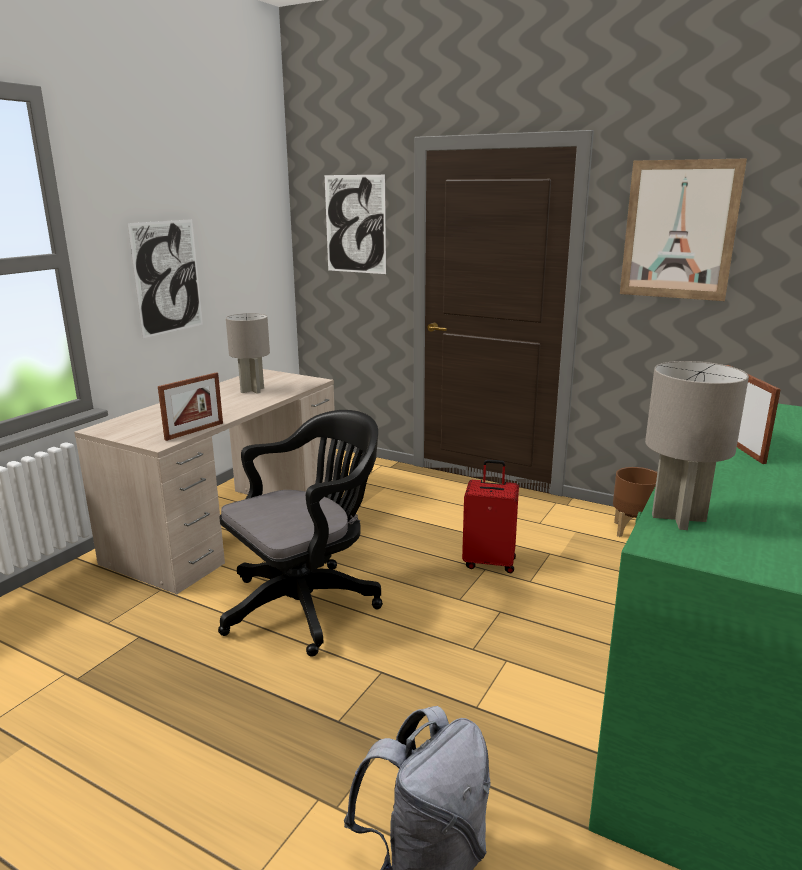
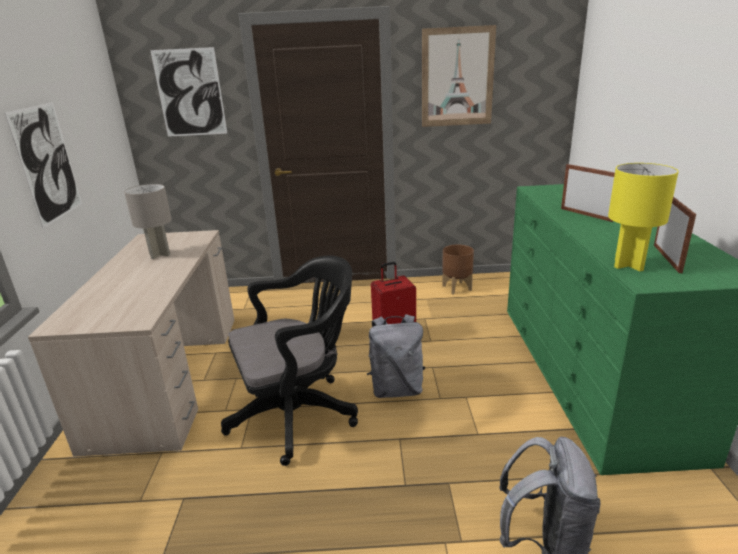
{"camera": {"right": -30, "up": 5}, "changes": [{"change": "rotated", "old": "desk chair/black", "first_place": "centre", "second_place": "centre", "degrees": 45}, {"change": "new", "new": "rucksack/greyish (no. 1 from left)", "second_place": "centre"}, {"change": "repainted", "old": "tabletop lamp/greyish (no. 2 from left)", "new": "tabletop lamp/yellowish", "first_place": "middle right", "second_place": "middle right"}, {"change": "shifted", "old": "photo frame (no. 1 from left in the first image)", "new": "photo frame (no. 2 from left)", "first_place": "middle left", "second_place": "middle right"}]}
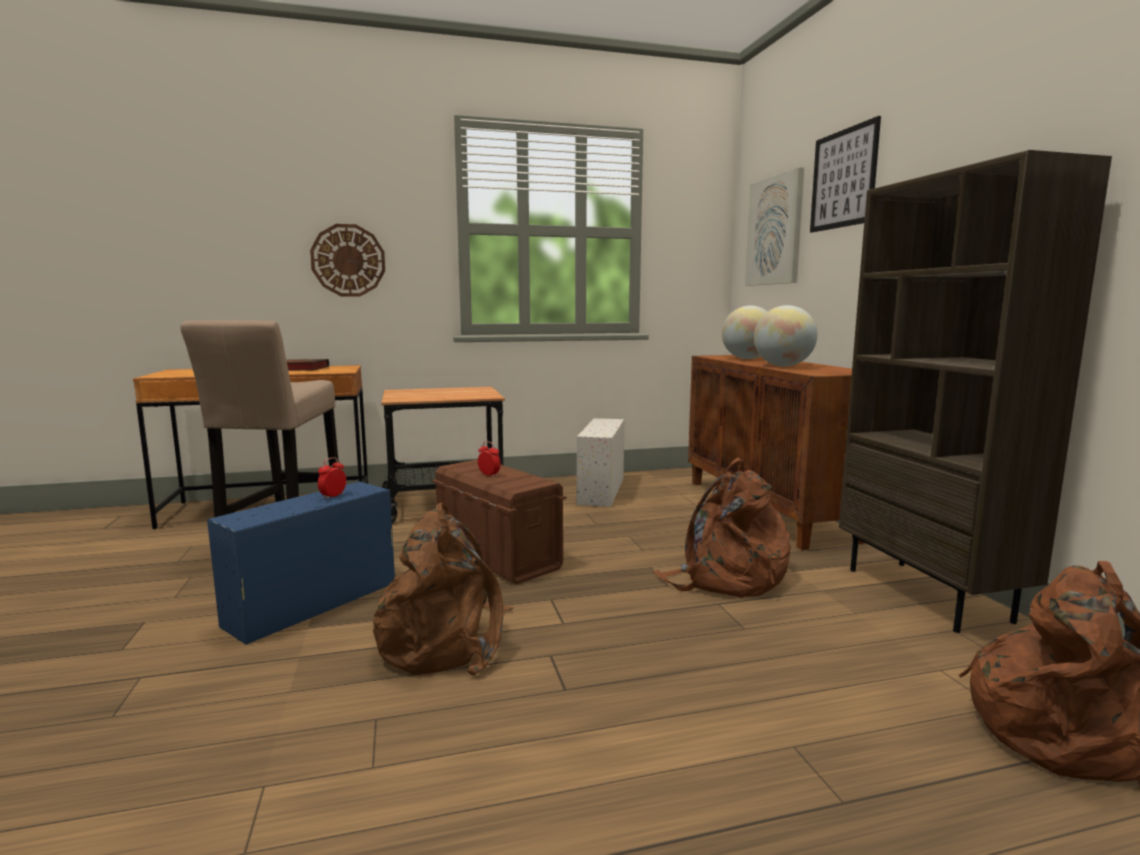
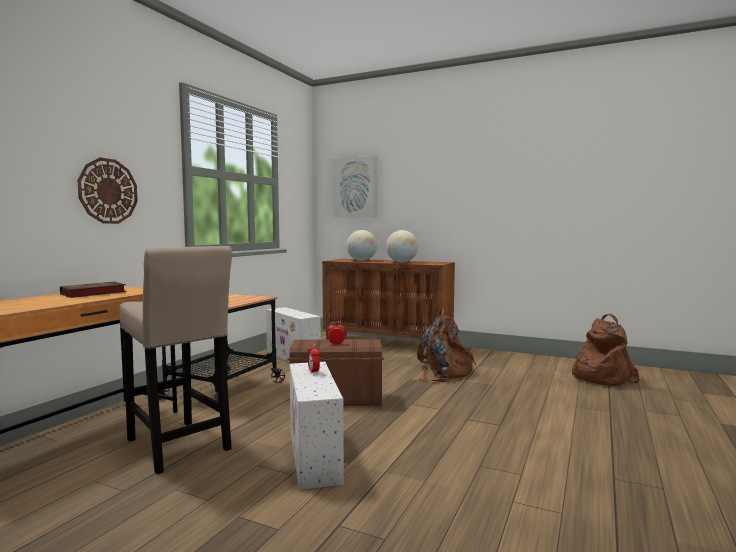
{"camera": {"right": -50, "up": -5}, "changes": [{"change": "repainted", "old": "storage bin/blue", "new": "storage bin/white-coloured (no. 2 from left)", "first_place": "middle left", "second_place": "bottom centre"}, {"change": "gone", "old": "rucksack/brown (no. 1 from left)", "first_place": "bottom centre"}, {"change": "gone", "old": "wall art (no. 2 from left)", "first_place": "top right"}, {"change": "gone", "old": "bookcase/brown", "first_place": "middle right"}]}
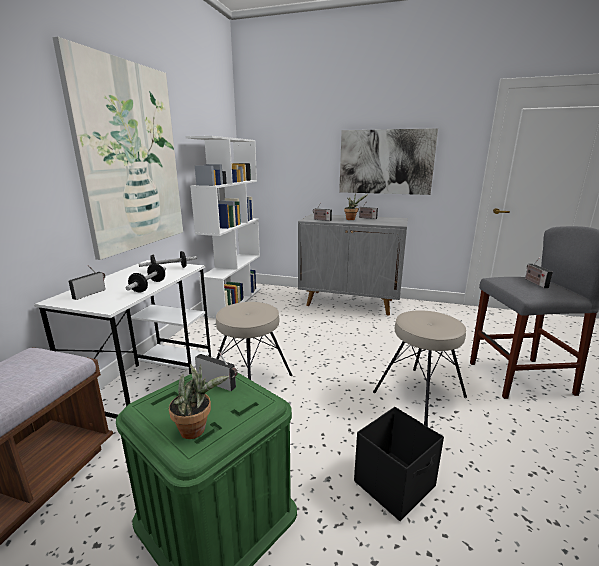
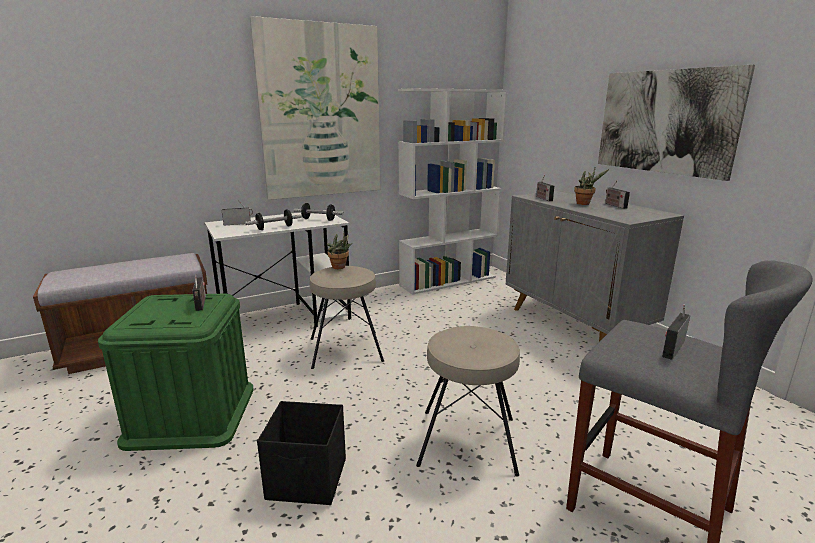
{"camera": {"right": 45, "up": 0}, "changes": [{"change": "shifted", "old": "plant in a pot (no. 1 from left)", "first_place": "bottom left", "second_place": "centre"}]}
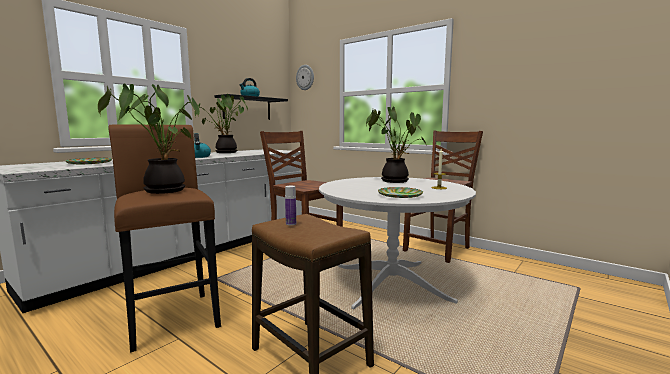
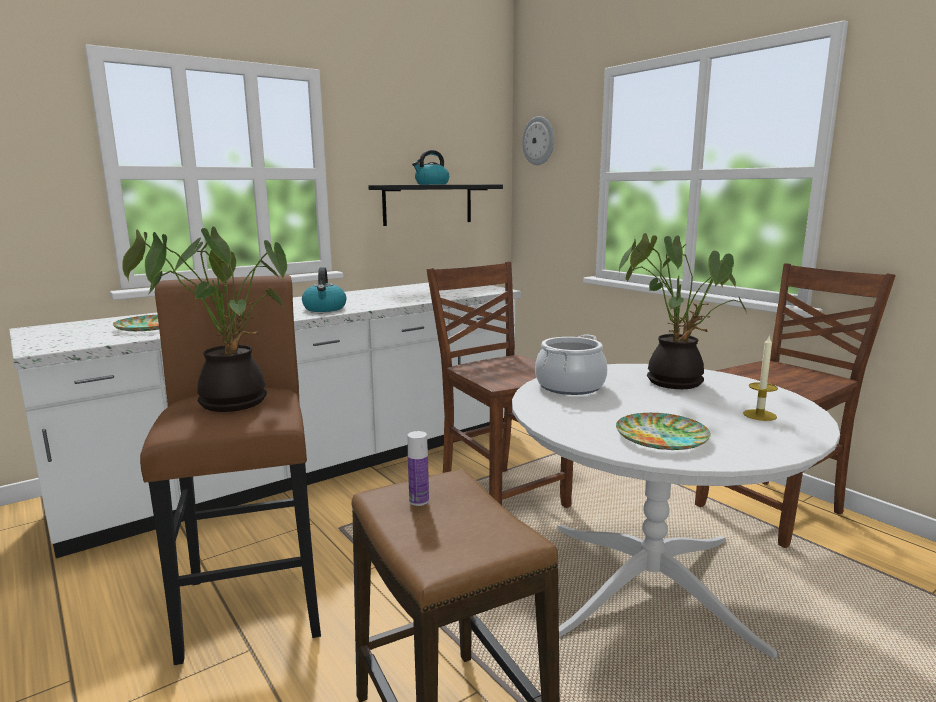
{"camera": {"right": 15, "up": 5}, "changes": [{"change": "new", "new": "saucepot", "second_place": "centre"}, {"change": "gone", "old": "plant in a pot (no. 2 from left)", "first_place": "top left"}]}
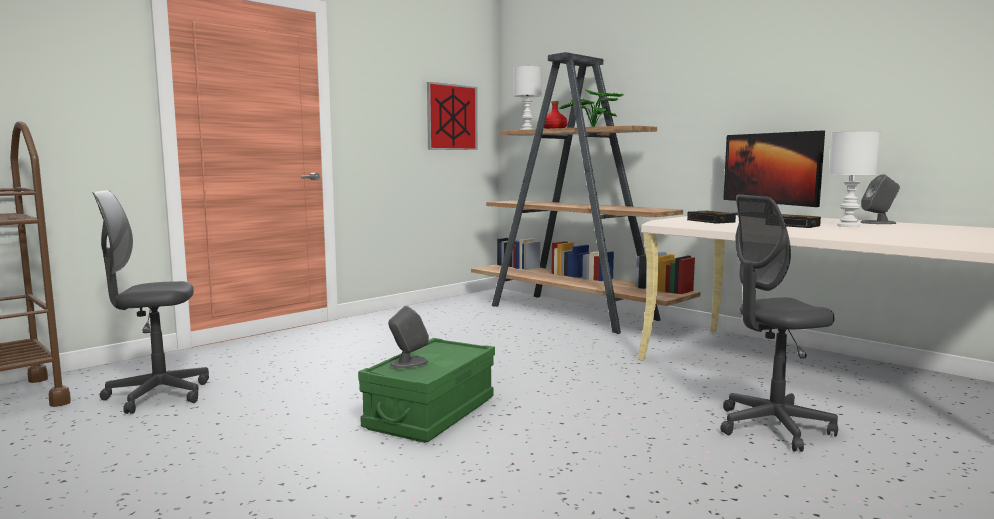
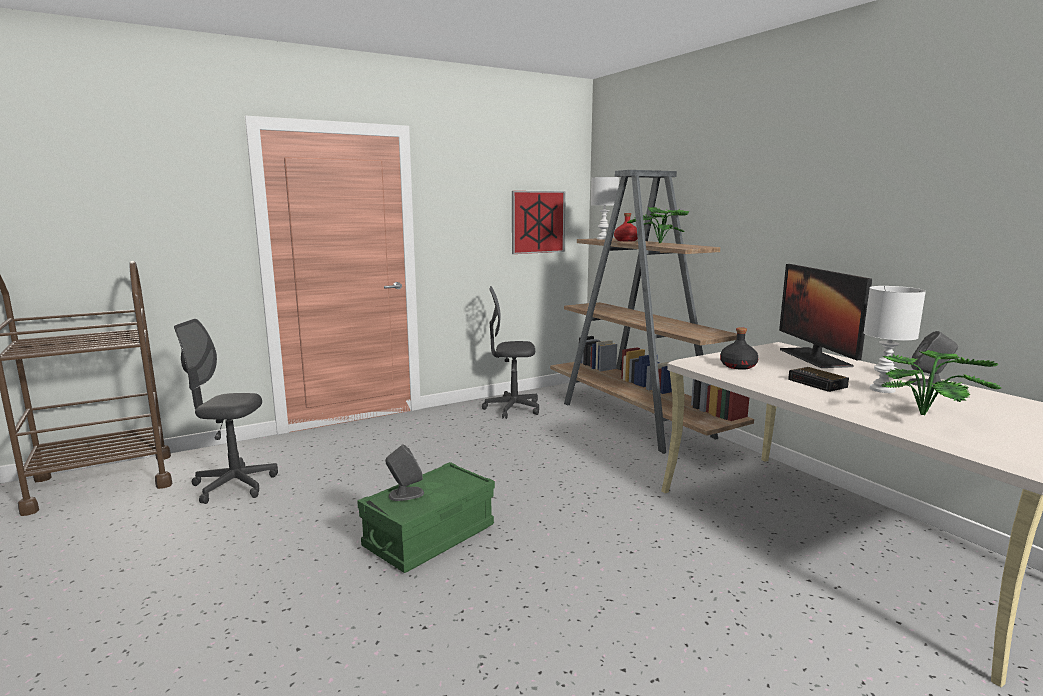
{"camera": {"right": 15, "up": 5}, "changes": [{"change": "shifted", "old": "desk chair/greyish (no. 2 from left)", "first_place": "middle right", "second_place": "centre"}, {"change": "swapped", "old": "table clock (no. 1 from left)", "new": "drink bottle/black", "first_place": "middle right", "second_place": "middle right"}, {"change": "new", "new": "plant in a pot (no. 2 from left)", "second_place": "middle right"}]}
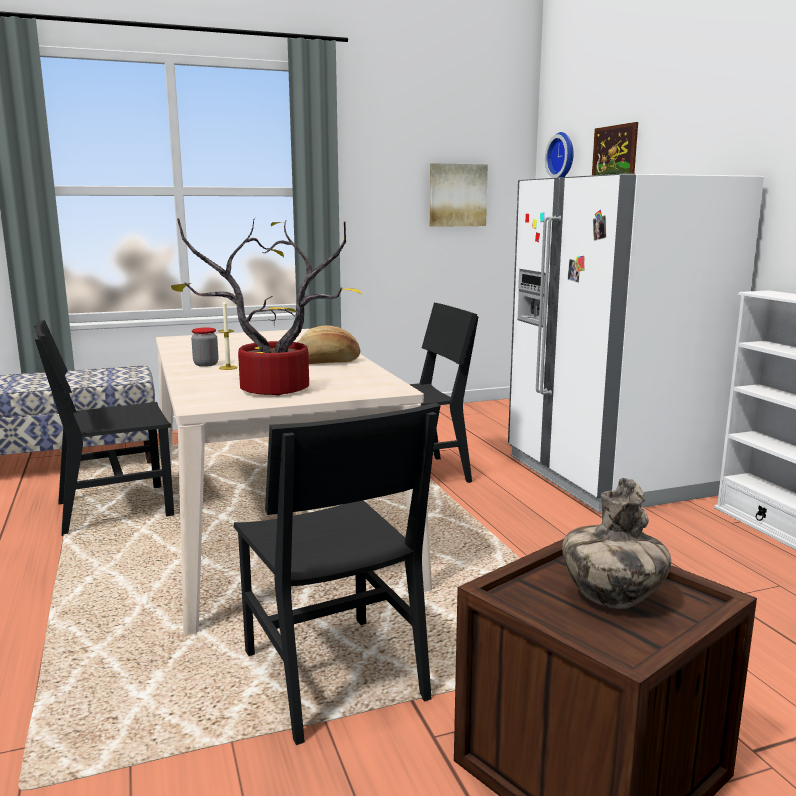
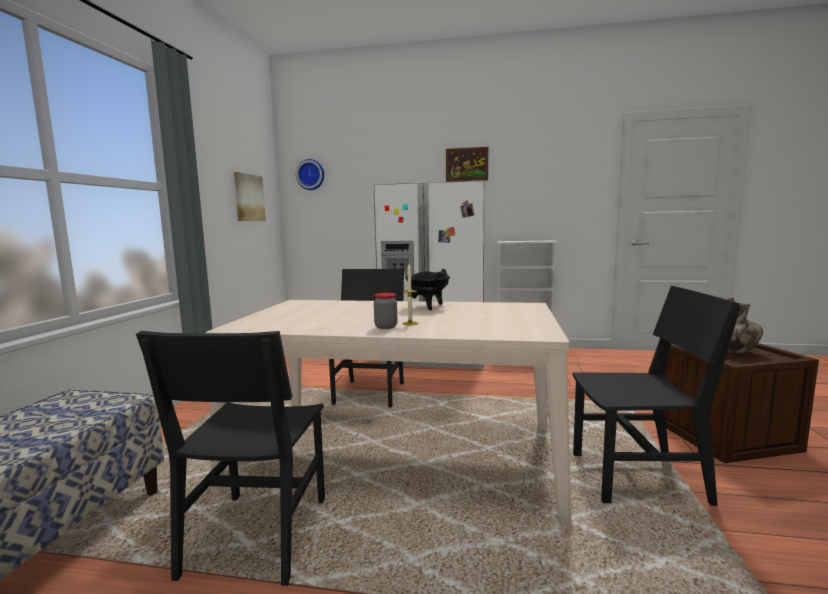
{"camera": {"right": -60, "up": -5}, "changes": [{"change": "swapped", "old": "baked bread", "new": "saucepot/black", "first_place": "centre", "second_place": "centre"}, {"change": "shifted", "old": "wall art (no. 2 from left)", "first_place": "top right", "second_place": "top centre"}, {"change": "gone", "old": "plant in a pot", "first_place": "centre"}]}
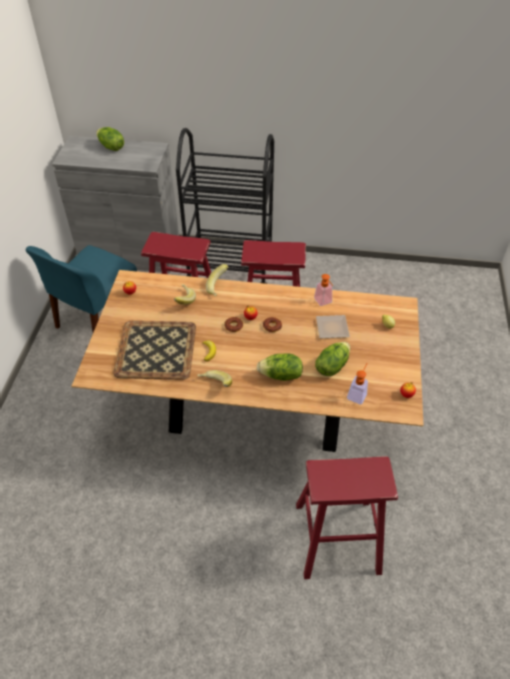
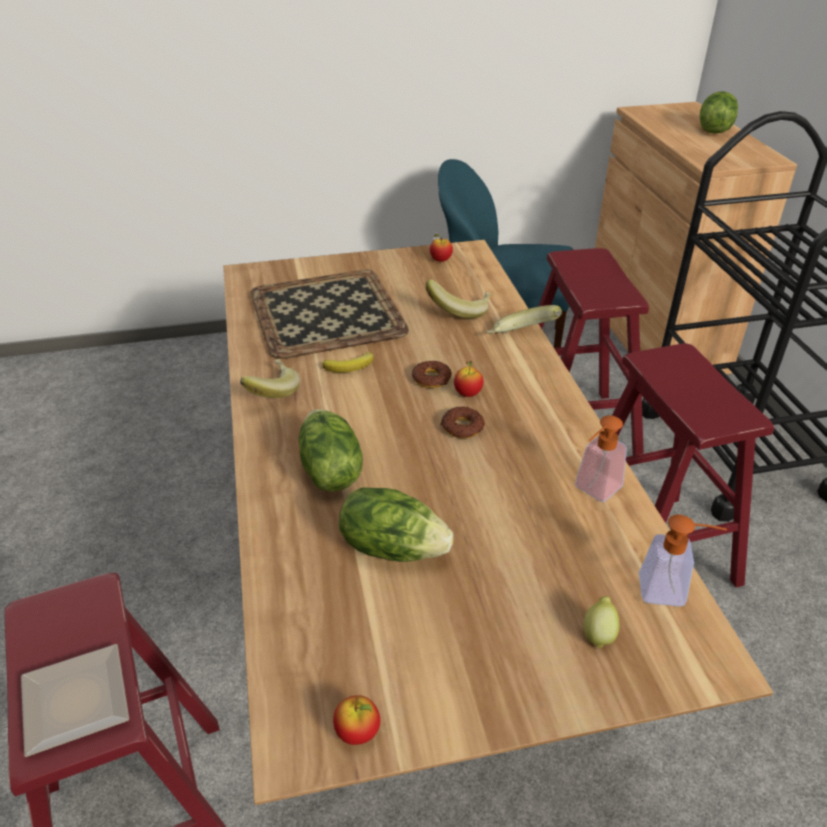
{"camera": {"right": 70, "up": -10}, "changes": [{"change": "shifted", "old": "plate", "first_place": "centre", "second_place": "bottom left"}, {"change": "repainted", "old": "cabinet/greyish", "new": "cabinet/brown", "first_place": "top left", "second_place": "top right"}, {"change": "shifted", "old": "soap dispenser (no. 2 from left)", "first_place": "middle right", "second_place": "bottom right"}]}
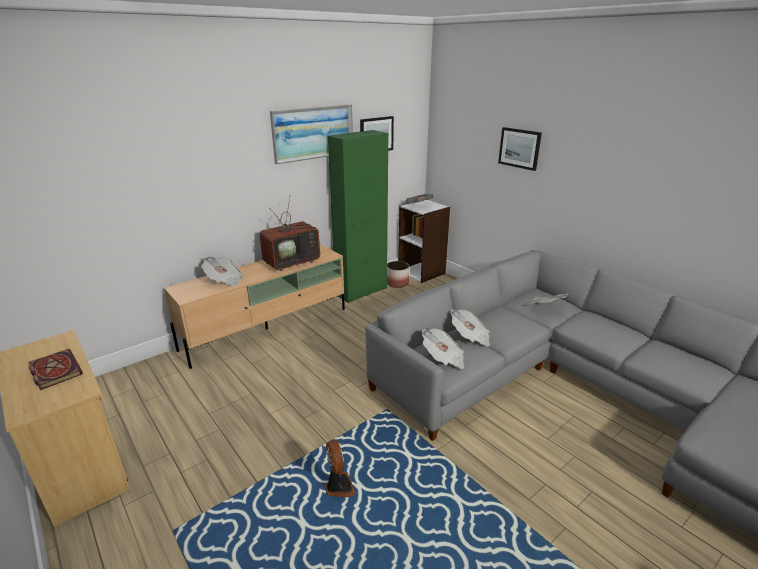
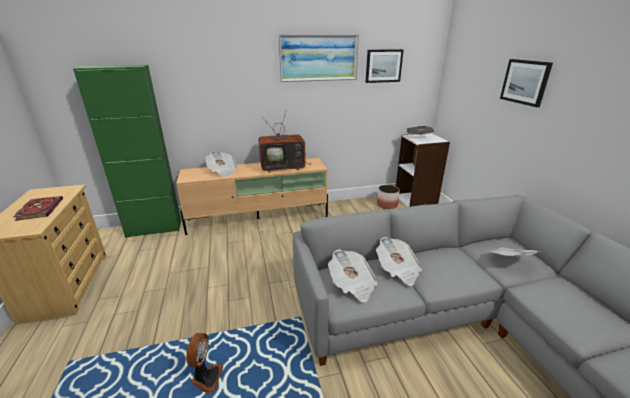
{"camera": {"right": 25, "up": 0}, "changes": [{"change": "shifted", "old": "cabinet/green-coloured", "first_place": "centre", "second_place": "middle left"}]}
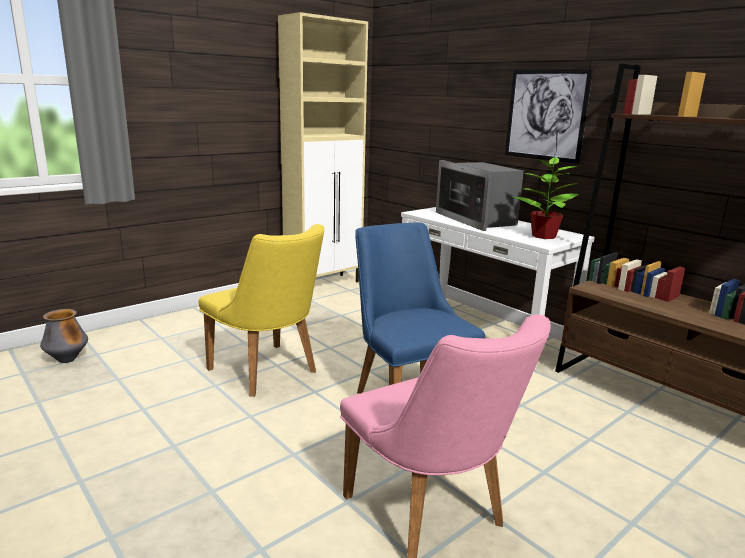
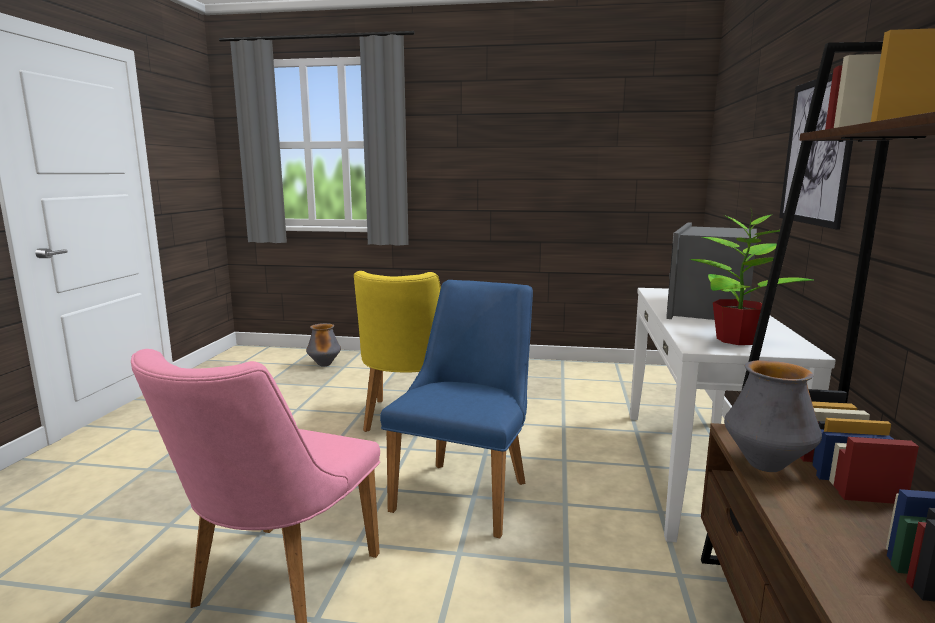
{"camera": {"right": 50, "up": -5}, "changes": [{"change": "new", "new": "decorative vase (no. 2 from left)", "second_place": "bottom right"}, {"change": "gone", "old": "cabinet/beige-coloured", "first_place": "top centre"}]}
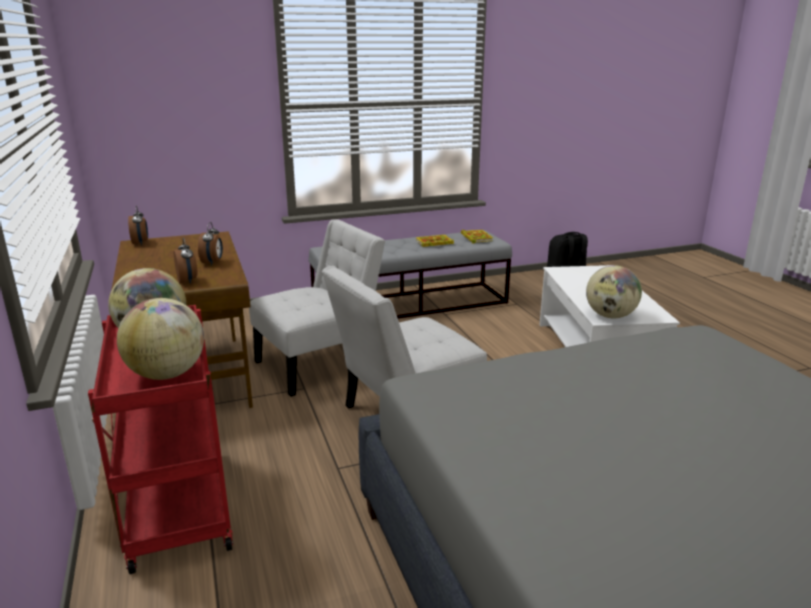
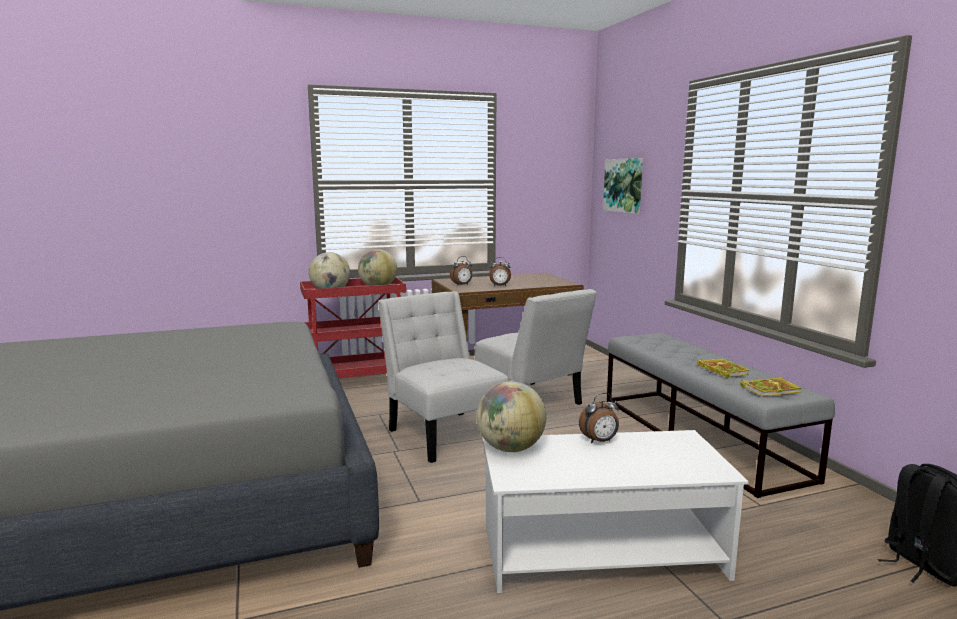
{"camera": {"right": 90, "up": -10}, "changes": [{"change": "shifted", "old": "table clock (no. 1 from left in the first image)", "new": "table clock (no. 3 from left)", "first_place": "middle left", "second_place": "bottom centre"}, {"change": "new", "new": "wall art", "second_place": "top centre"}]}
